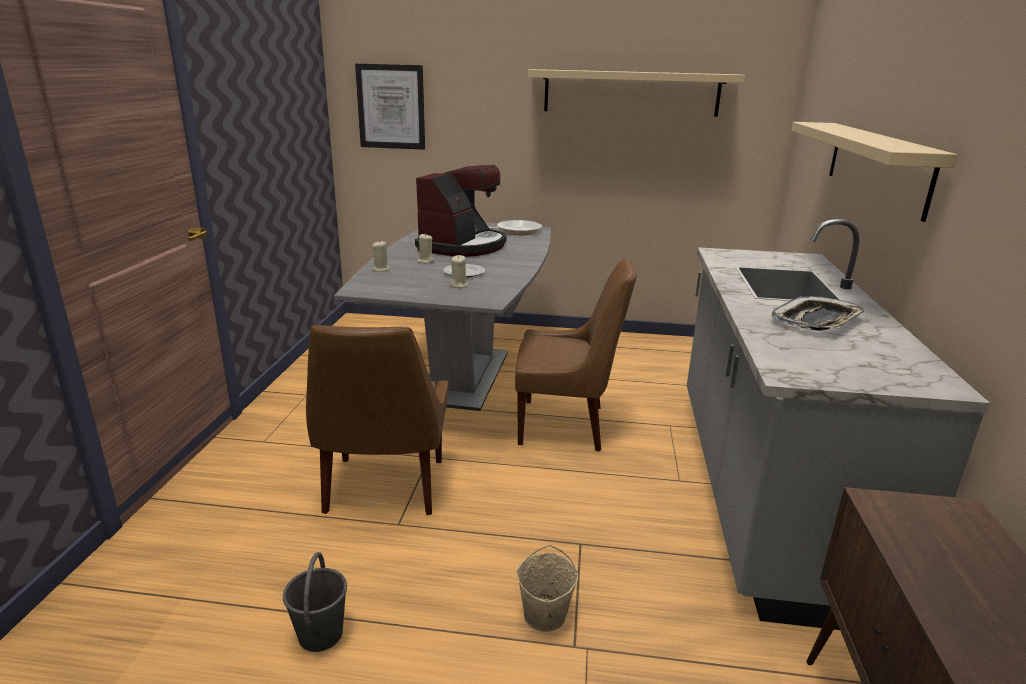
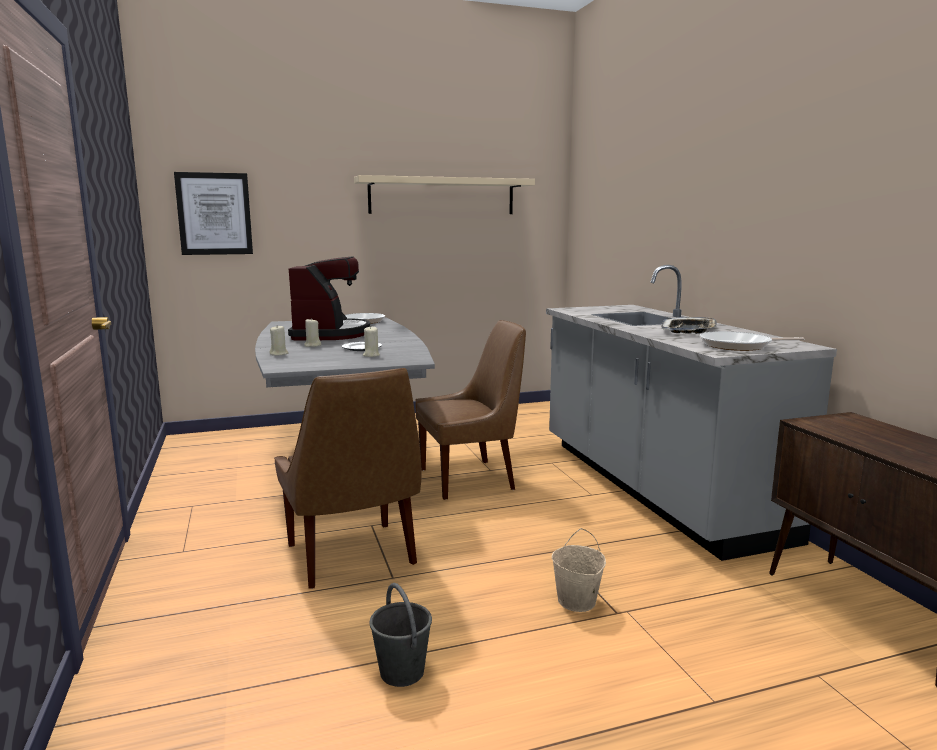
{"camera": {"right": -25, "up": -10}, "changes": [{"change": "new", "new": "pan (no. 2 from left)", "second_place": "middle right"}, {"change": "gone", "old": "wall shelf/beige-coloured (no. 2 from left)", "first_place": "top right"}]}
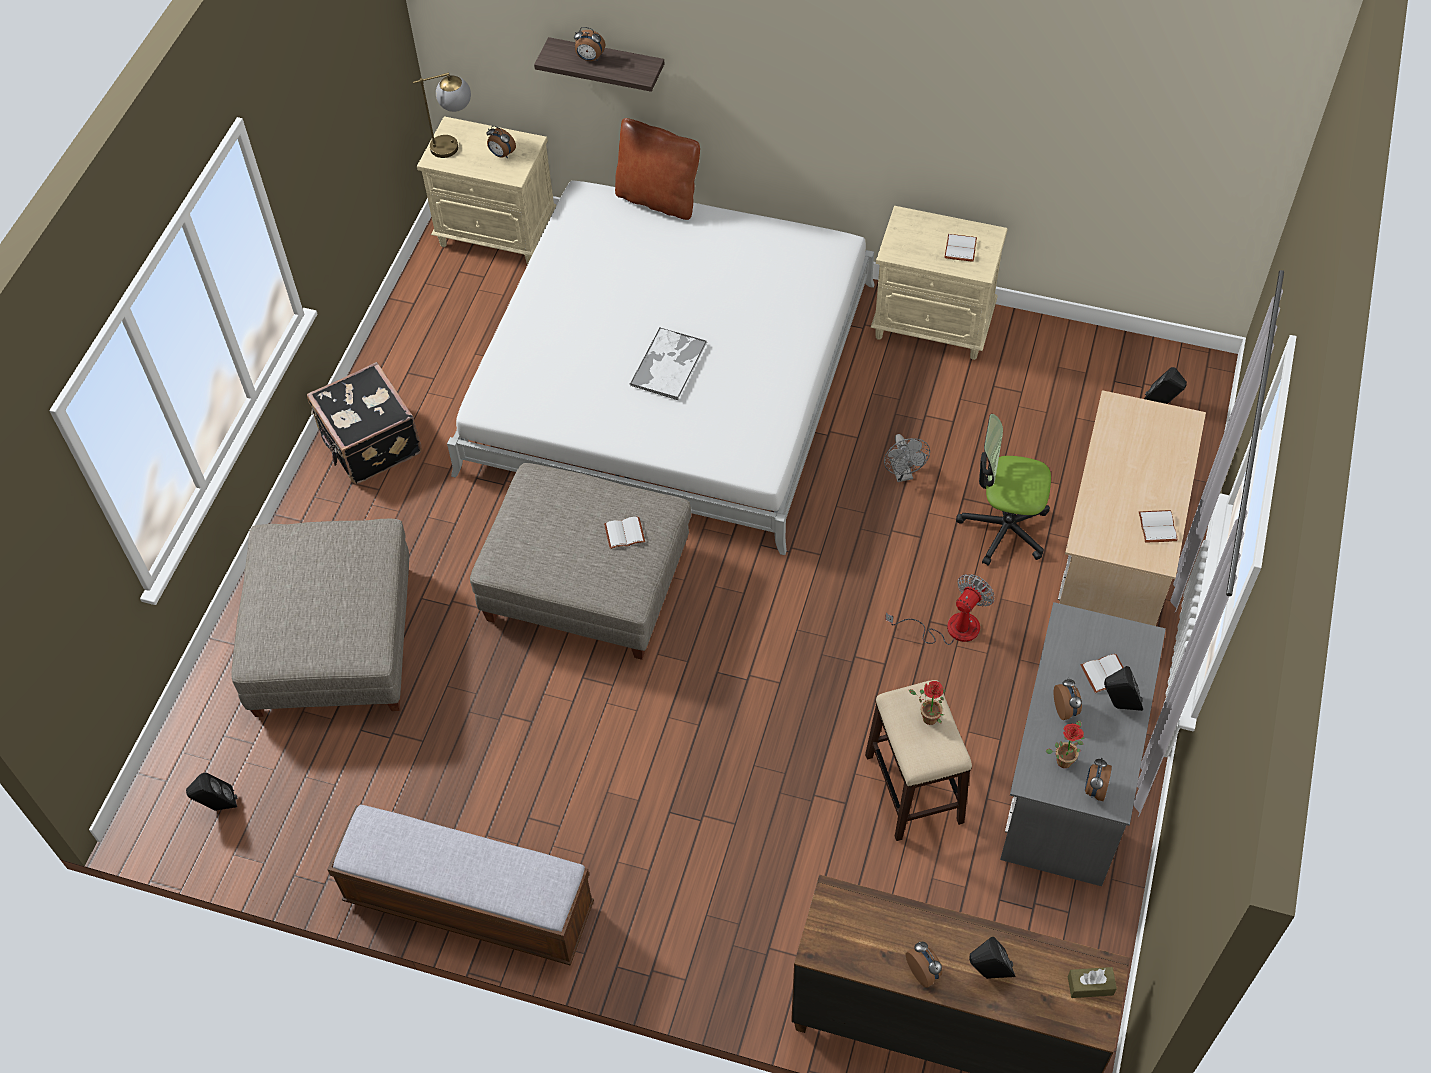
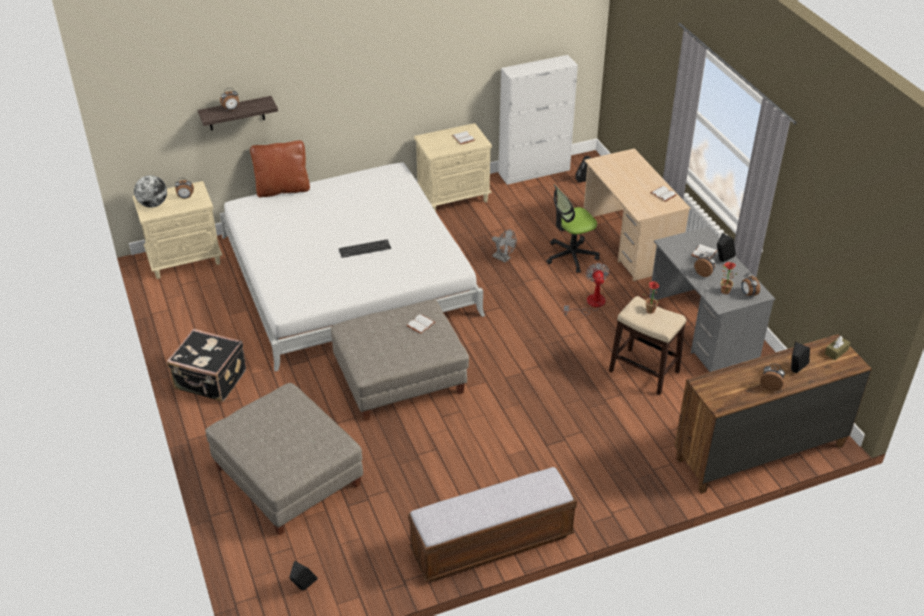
{"camera": {"right": -40, "up": -15}, "changes": [{"change": "swapped", "old": "tabletop lamp", "new": "globe", "first_place": "top left", "second_place": "top left"}, {"change": "swapped", "old": "serving tray", "new": "keyboard", "first_place": "centre", "second_place": "centre"}, {"change": "new", "new": "cabinet/white-coloured", "second_place": "top centre"}]}
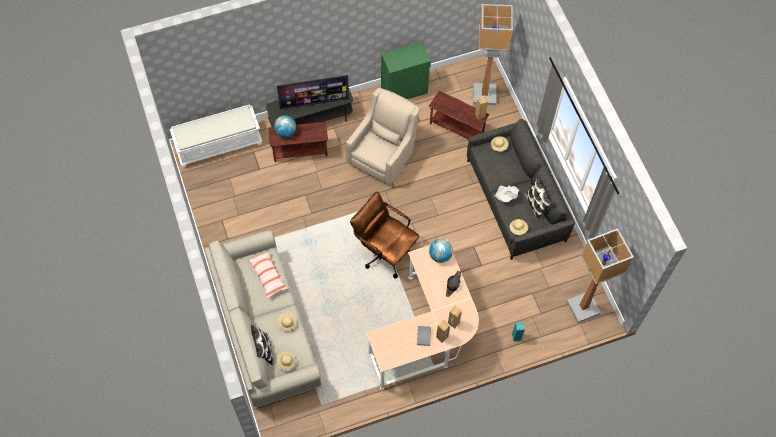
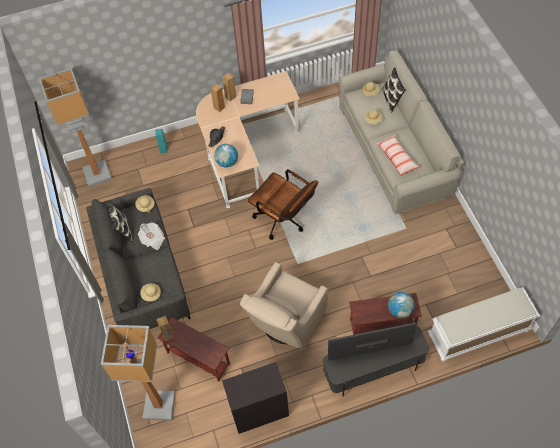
{"camera": {"right": -175, "up": -5}, "changes": [{"change": "repainted", "old": "cabinet/green-coloured", "new": "cabinet/black", "first_place": "top centre", "second_place": "bottom centre"}]}
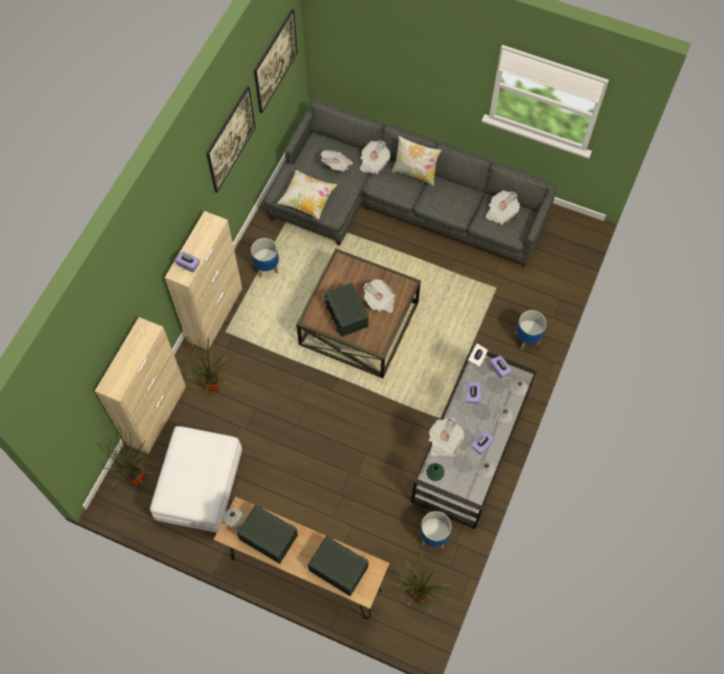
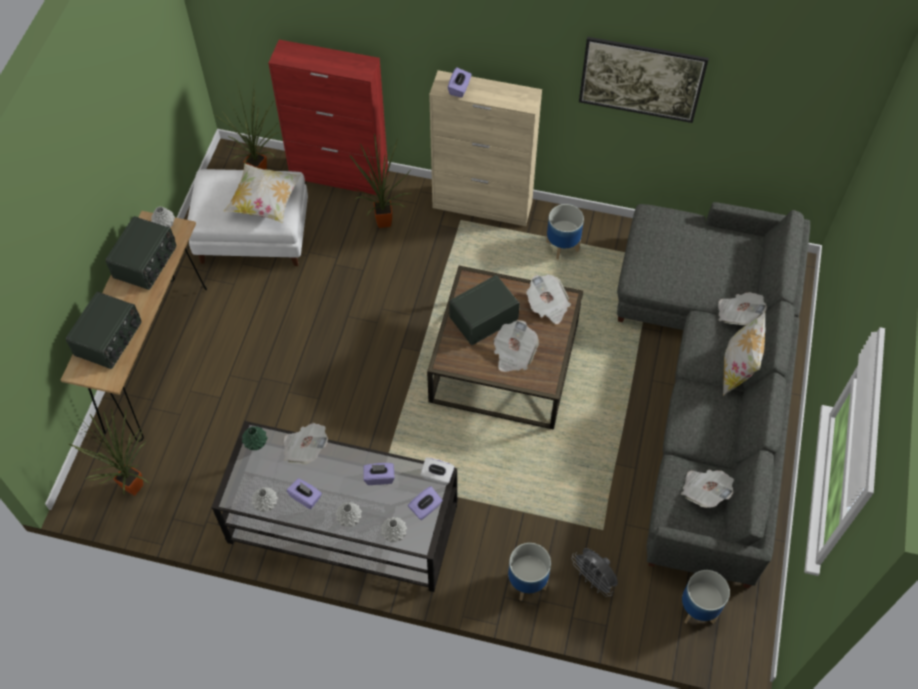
{"camera": {"right": 80, "up": -5}, "changes": [{"change": "shifted", "old": "cushion (no. 1 from left)", "first_place": "top centre", "second_place": "top left"}, {"change": "repainted", "old": "cabinet/beige-coloured (no. 1 from left)", "new": "cabinet/reddish", "first_place": "middle left", "second_place": "top centre"}, {"change": "shifted", "old": "daily paper (no. 1 from left in the first image)", "new": "daily paper (no. 3 from left)", "first_place": "top centre", "second_place": "centre"}, {"change": "new", "new": "fan/greyish", "second_place": "bottom centre"}, {"change": "shifted", "old": "plant pot (no. 2 from left in the first image)", "new": "plant pot (no. 3 from left)", "first_place": "bottom centre", "second_place": "bottom right"}, {"change": "gone", "old": "wall art (no. 2 from left)", "first_place": "top centre"}]}
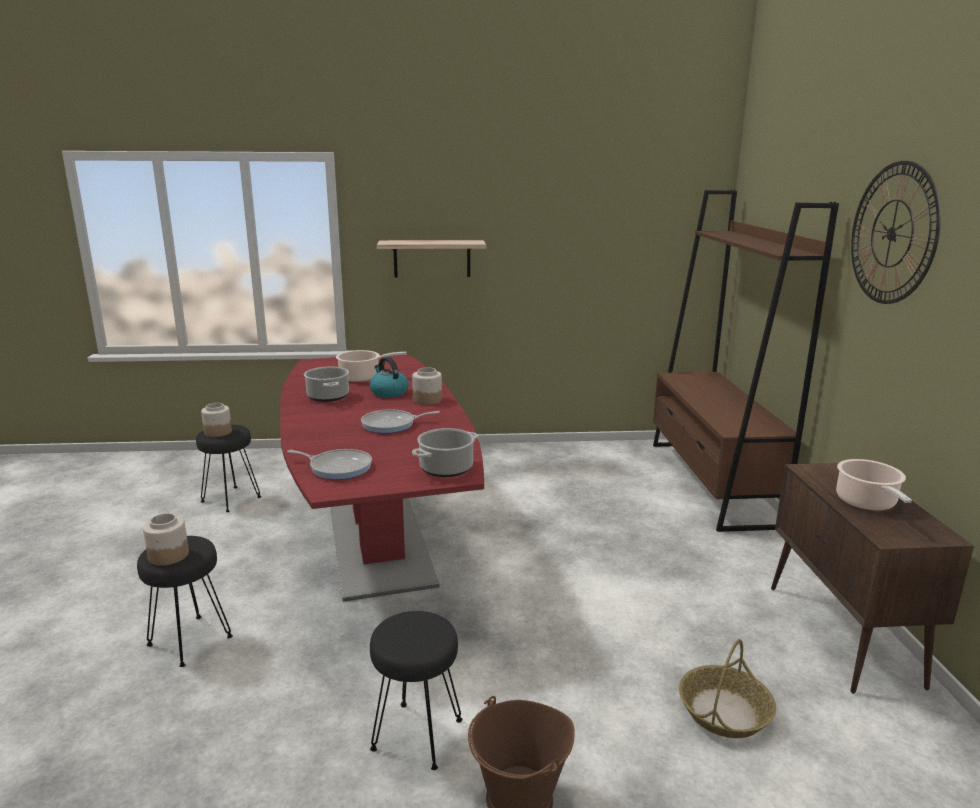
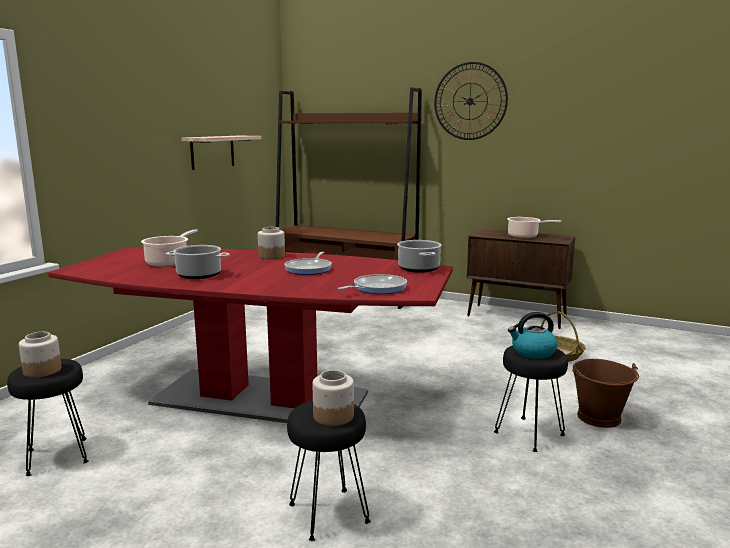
{"camera": {"right": -60, "up": -5}, "changes": [{"change": "shifted", "old": "wall shelf", "first_place": "top centre", "second_place": "top left"}, {"change": "shifted", "old": "kettle", "first_place": "centre", "second_place": "middle right"}]}
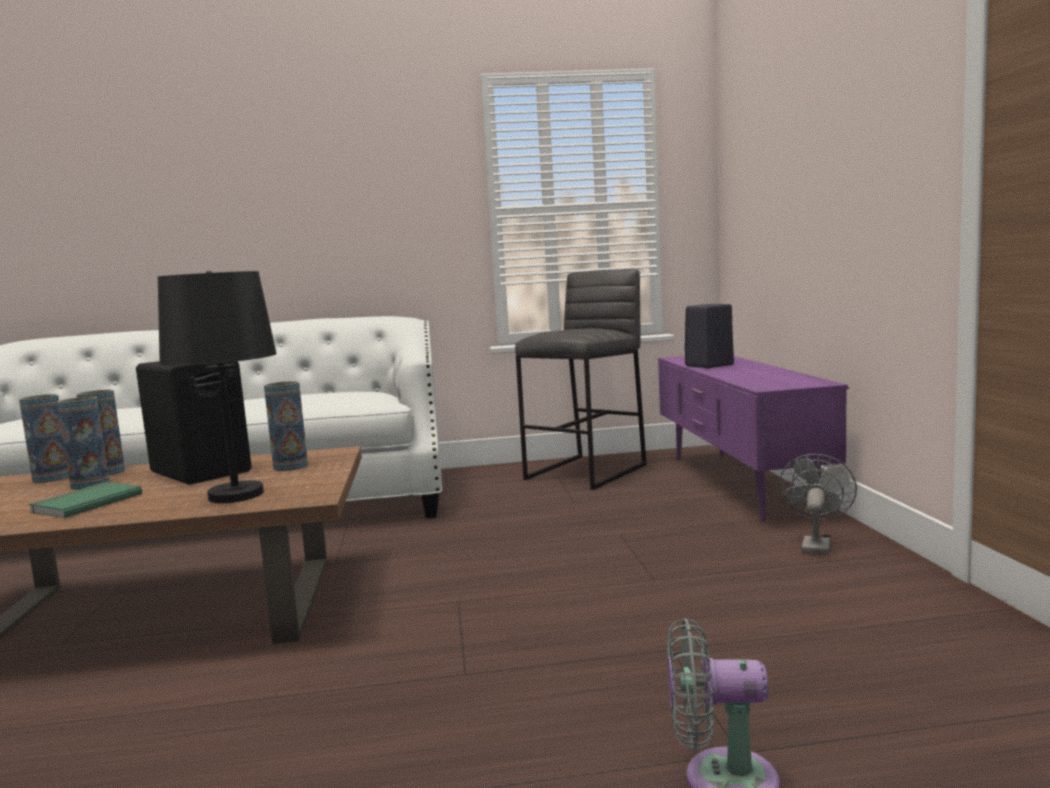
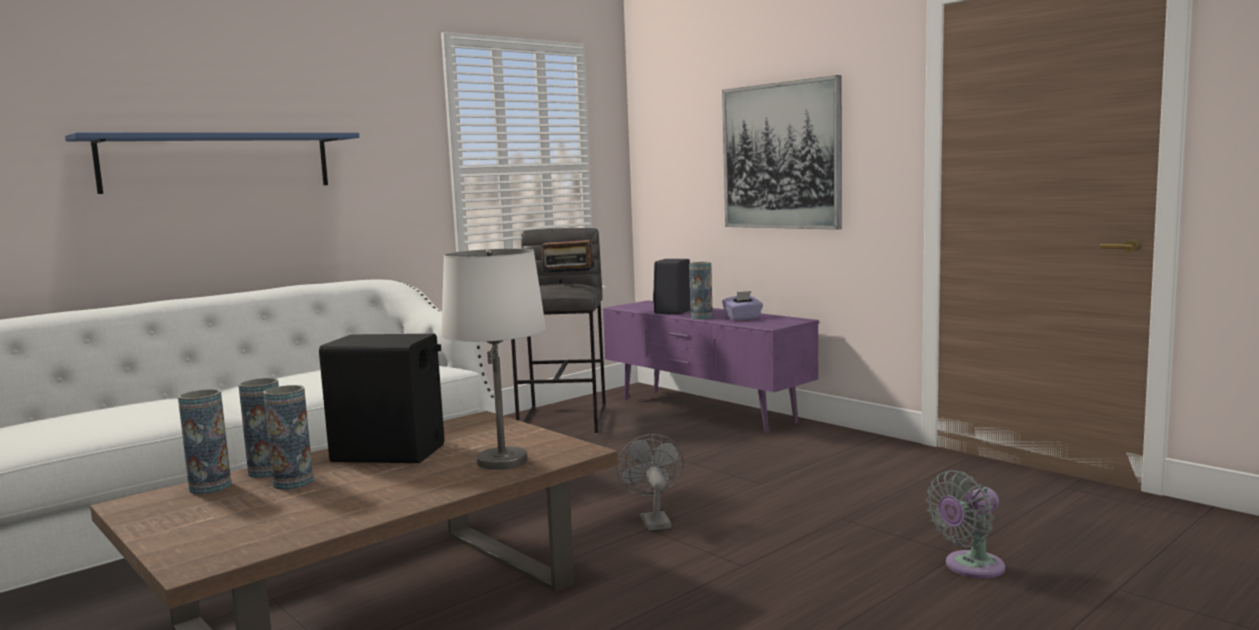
{"camera": {"right": -35, "up": 0}, "changes": [{"change": "new", "new": "wall shelf/blue", "second_place": "top left"}, {"change": "repainted", "old": "tabletop lamp/black", "new": "tabletop lamp/white-coloured", "first_place": "middle left", "second_place": "centre"}, {"change": "new", "new": "radio receiver", "second_place": "centre"}, {"change": "shifted", "old": "fan/greyish (no. 2 from left in the first image)", "new": "fan/greyish (no. 1 from left)", "first_place": "middle right", "second_place": "bottom centre"}, {"change": "shifted", "old": "decorative vase (no. 4 from left)", "first_place": "middle left", "second_place": "centre"}, {"change": "new", "new": "wall art", "second_place": "top centre"}, {"change": "new", "new": "tissue box/purple", "second_place": "centre"}, {"change": "gone", "old": "bound book/green-coloured", "first_place": "middle left"}]}
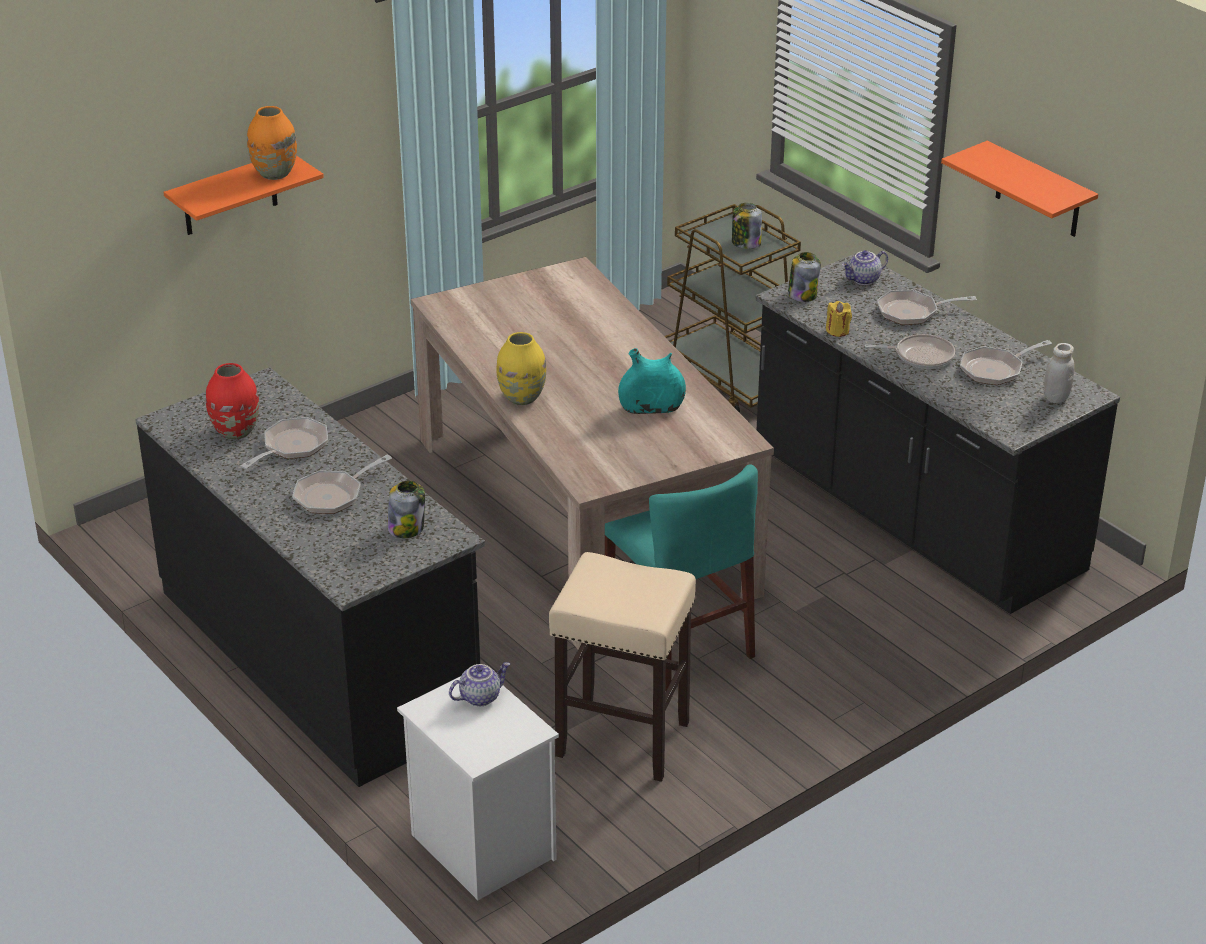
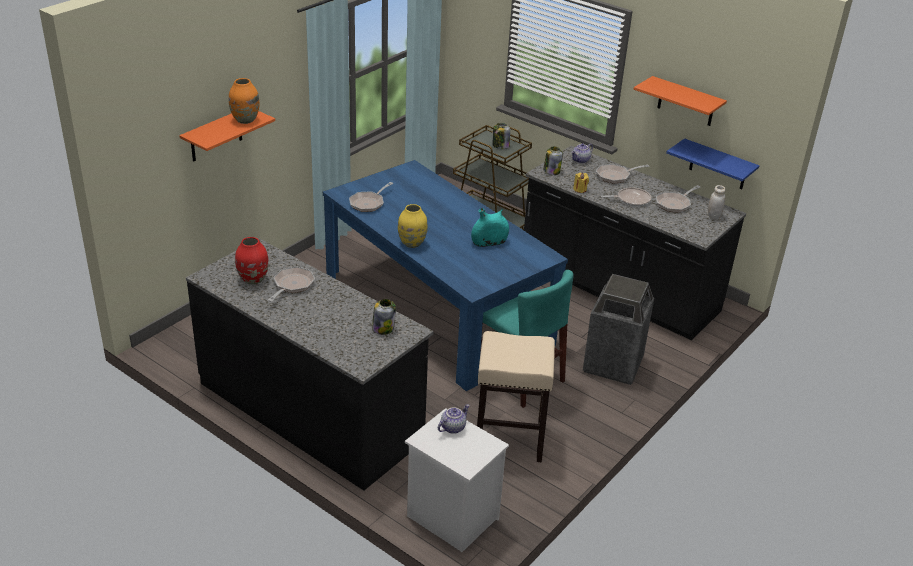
{"camera": {"right": -15, "up": 0}, "changes": [{"change": "repainted", "old": "dinner table/beige-coloured", "new": "dinner table/blue", "first_place": "centre", "second_place": "centre"}, {"change": "shifted", "old": "pan (no. 2 from left)", "first_place": "middle left", "second_place": "centre"}, {"change": "new", "new": "trash can", "second_place": "middle right"}, {"change": "new", "new": "wall shelf/blue", "second_place": "top right"}]}
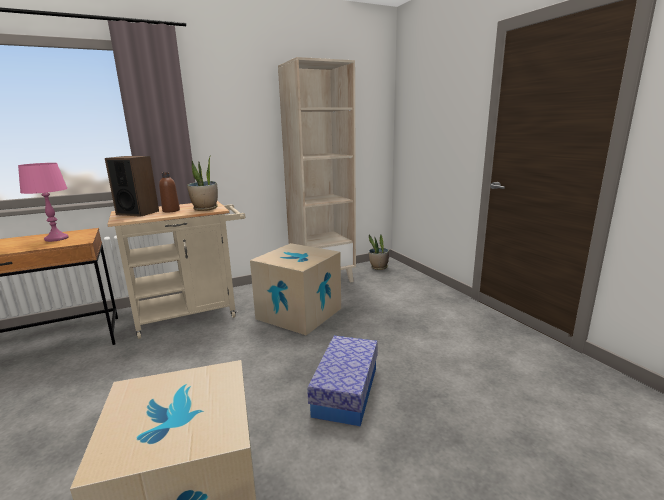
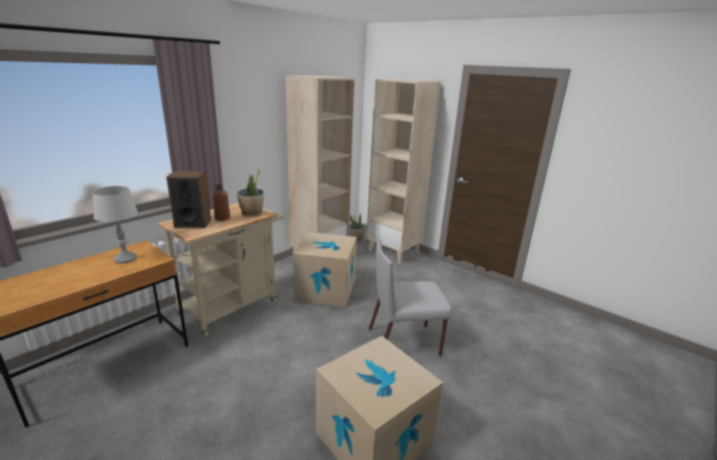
{"camera": {"right": -25, "up": 5}, "changes": [{"change": "repainted", "old": "tabletop lamp/pink-coloured", "new": "tabletop lamp/greyish", "first_place": "middle left", "second_place": "middle left"}, {"change": "new", "new": "bookcase/beige-coloured (no. 2 from left)", "second_place": "centre"}, {"change": "swapped", "old": "storage bin", "new": "upright chair/greyish", "first_place": "bottom centre", "second_place": "centre"}]}
